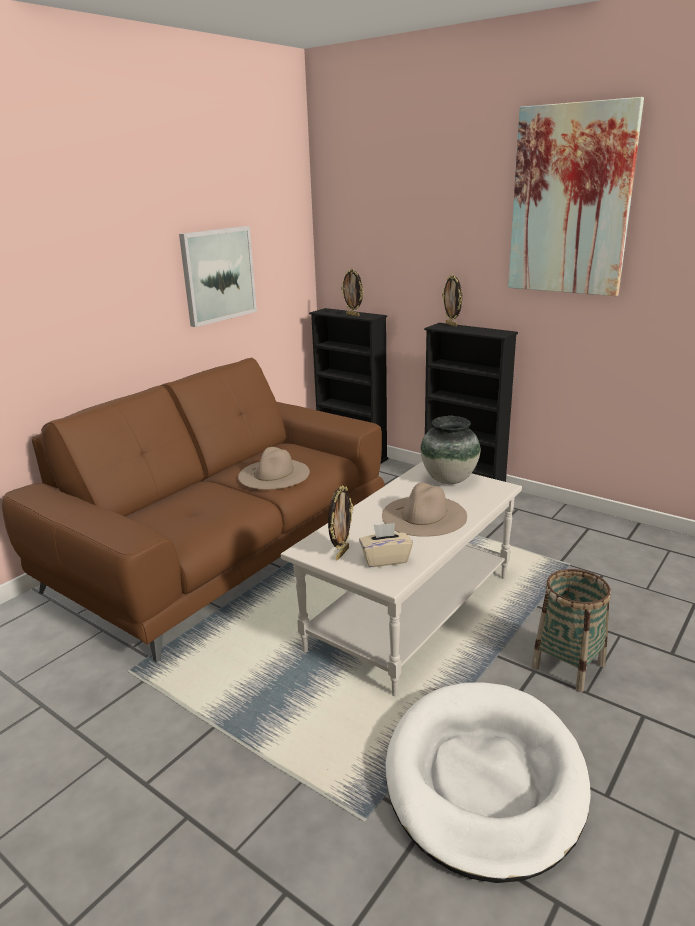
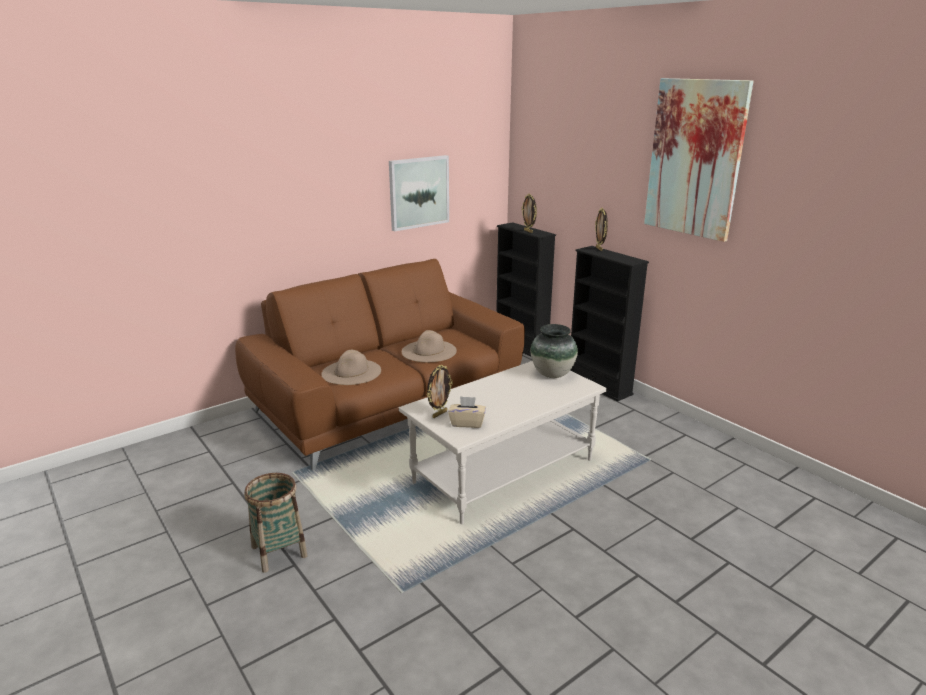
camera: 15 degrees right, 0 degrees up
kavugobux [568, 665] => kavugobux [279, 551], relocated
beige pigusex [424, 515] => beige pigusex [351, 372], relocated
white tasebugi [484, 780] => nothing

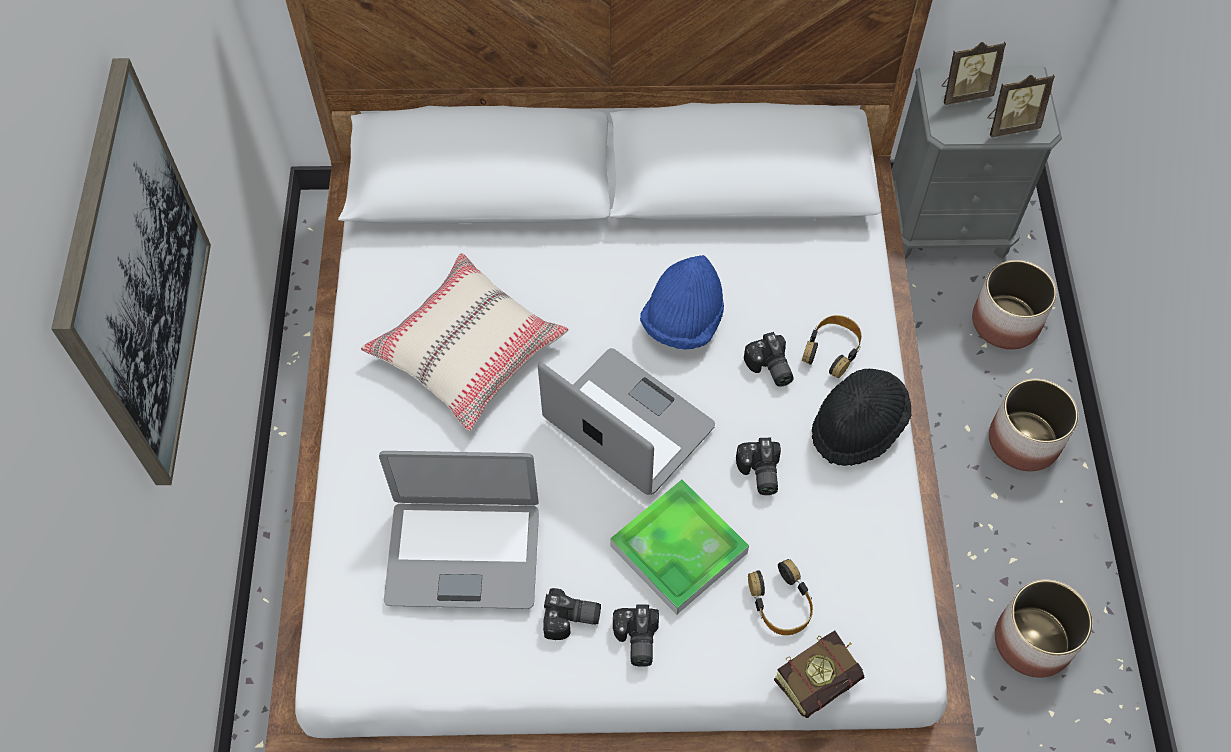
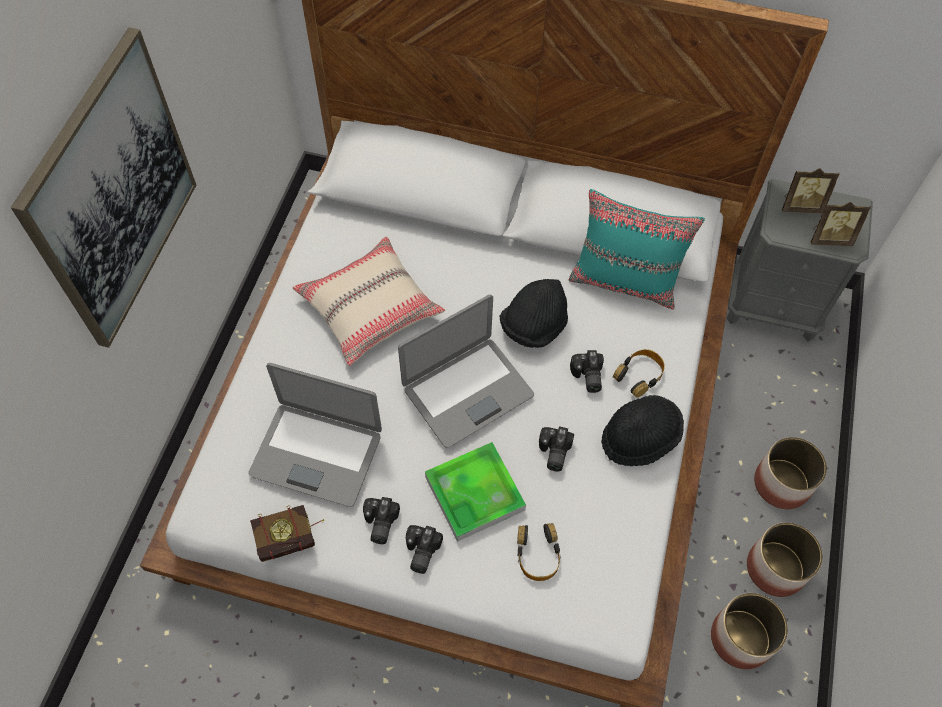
camera: 15 degrees right, 0 degrees up
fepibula [823, 677] => fepibula [292, 538], relocated
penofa [571, 620] => penofa [379, 524], 75 degrees clockwise
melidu [627, 424] => melidu [467, 391], 90 degrees clockwise
blue pigusex [683, 322] => black pigusex [533, 326]
nothing => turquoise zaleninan [625, 281]
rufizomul [1006, 322] => rufizomul [776, 568], relocated

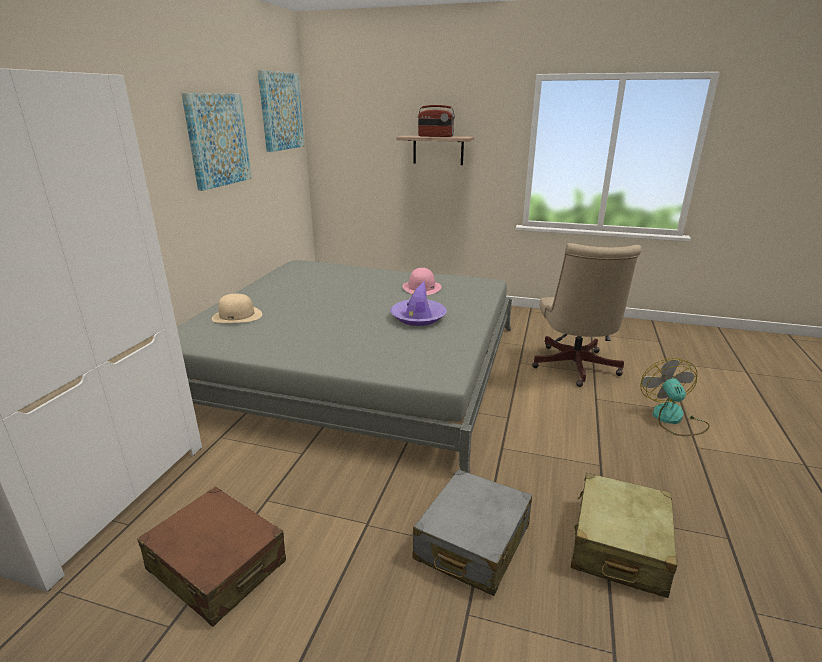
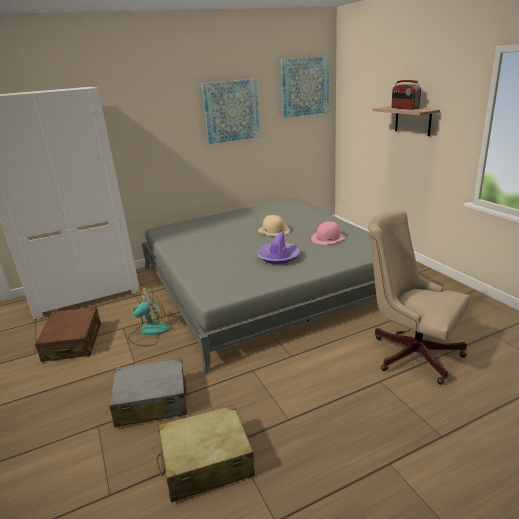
camera: 50 degrees right, 0 degrees up
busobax [672, 419] => busobax [148, 332], relocated
beige pigusex [237, 316] => beige pigusex [273, 230], relocated
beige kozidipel [574, 368] => beige kozidipel [410, 352], 75 degrees clockwise

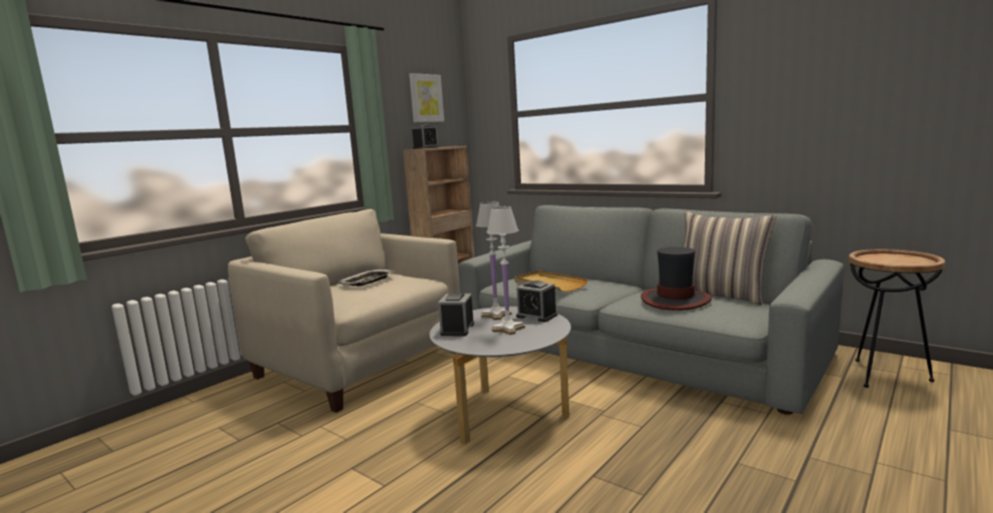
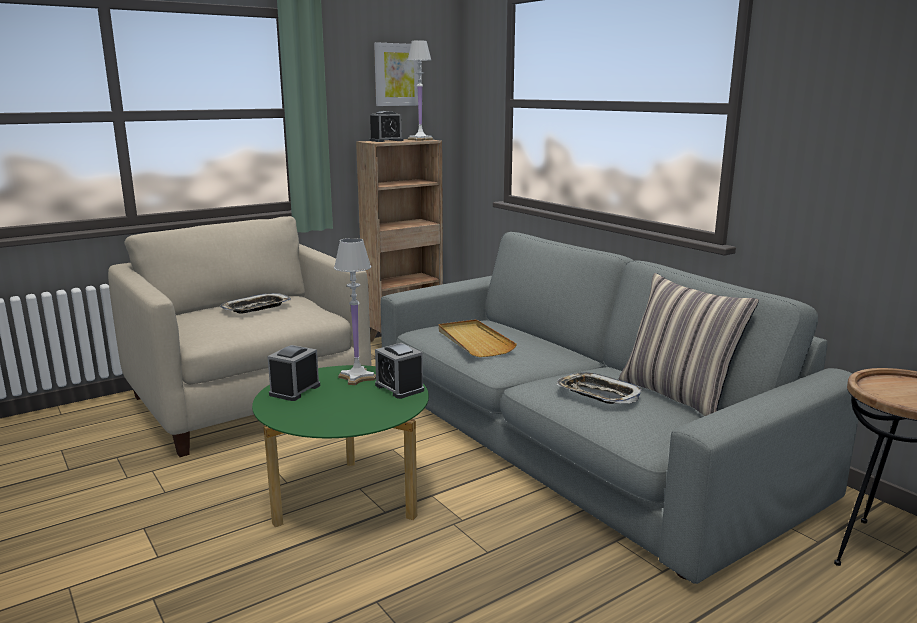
camera: 15 degrees right, 5 degrees up
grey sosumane [505, 414] => green sosumane [347, 499]
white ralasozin [507, 329] => white ralasozin [420, 139], relocated
pigusex [675, 300] => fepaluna [598, 394]

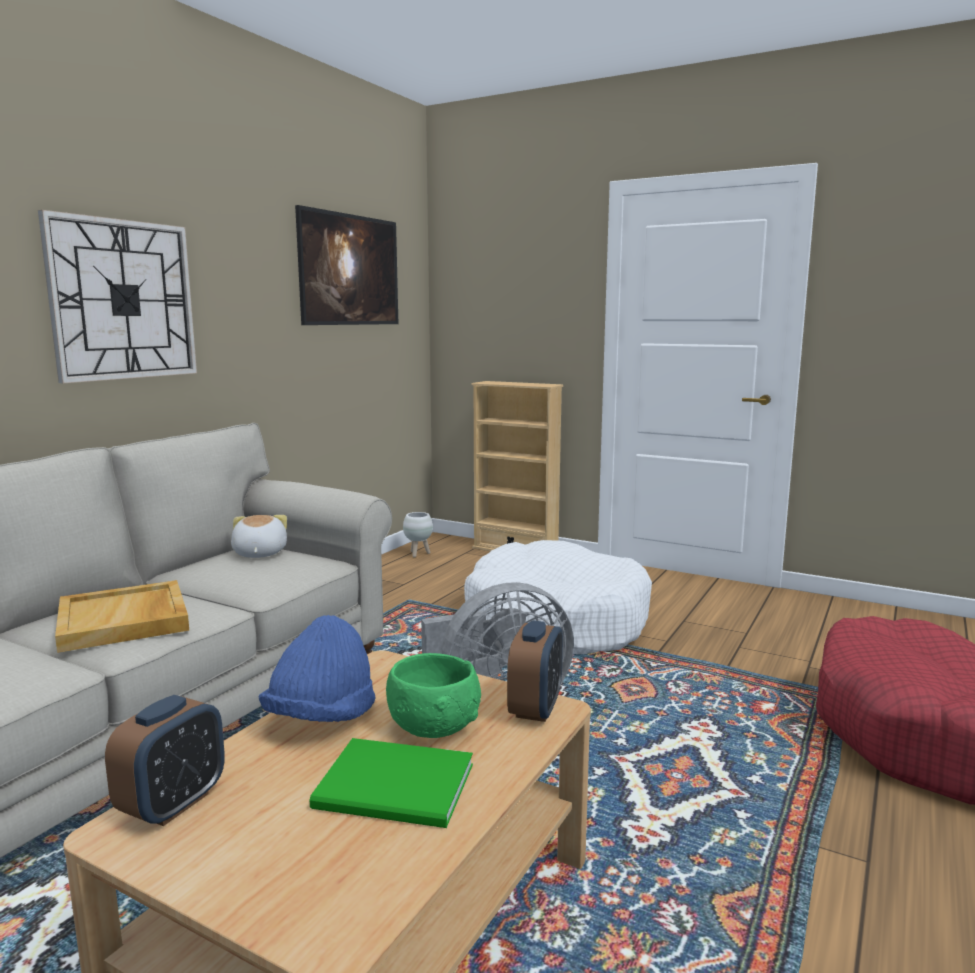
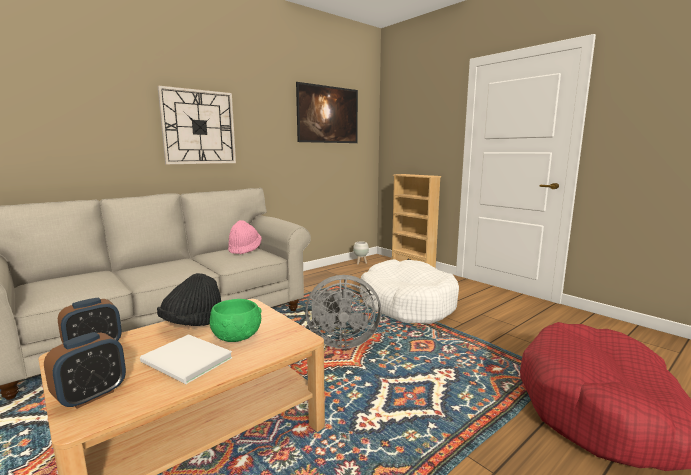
camera: 20 degrees right, 0 degrees up
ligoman [535, 708] => ligoman [91, 396], relocated
green fepibula [398, 789] => white fepibula [186, 362]
blue pigusex [321, 718] => black pigusex [193, 324]
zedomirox [258, 554] => pink pigusex [245, 249]
beige fepaluna [124, 620] => nothing

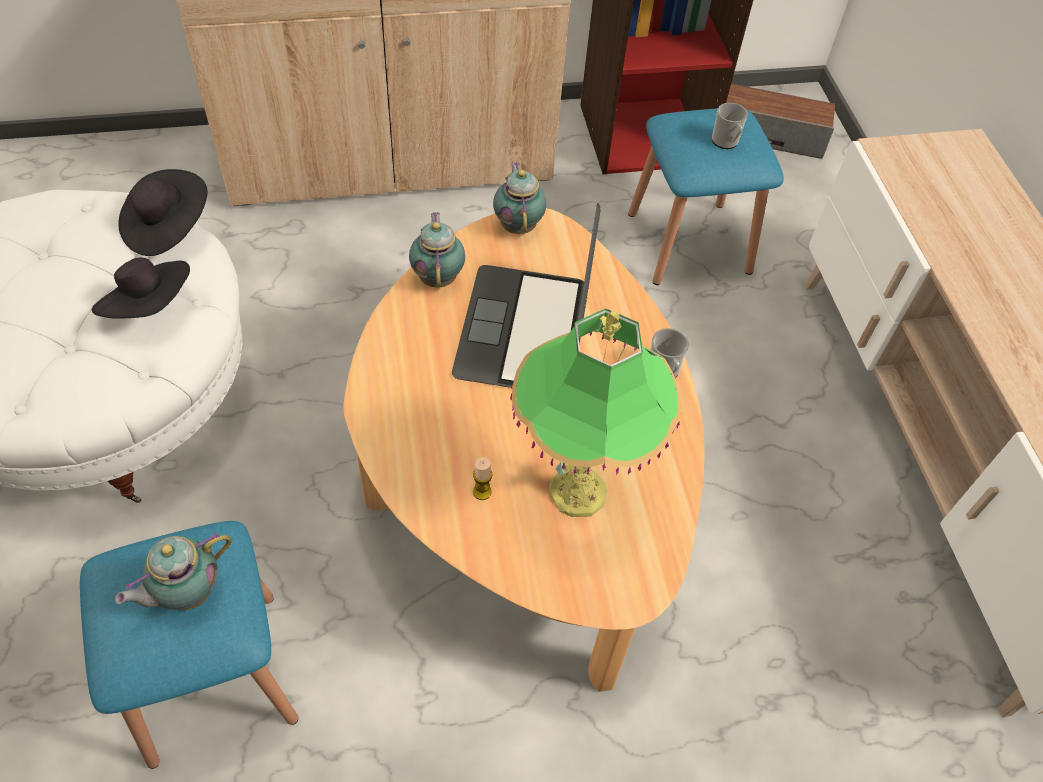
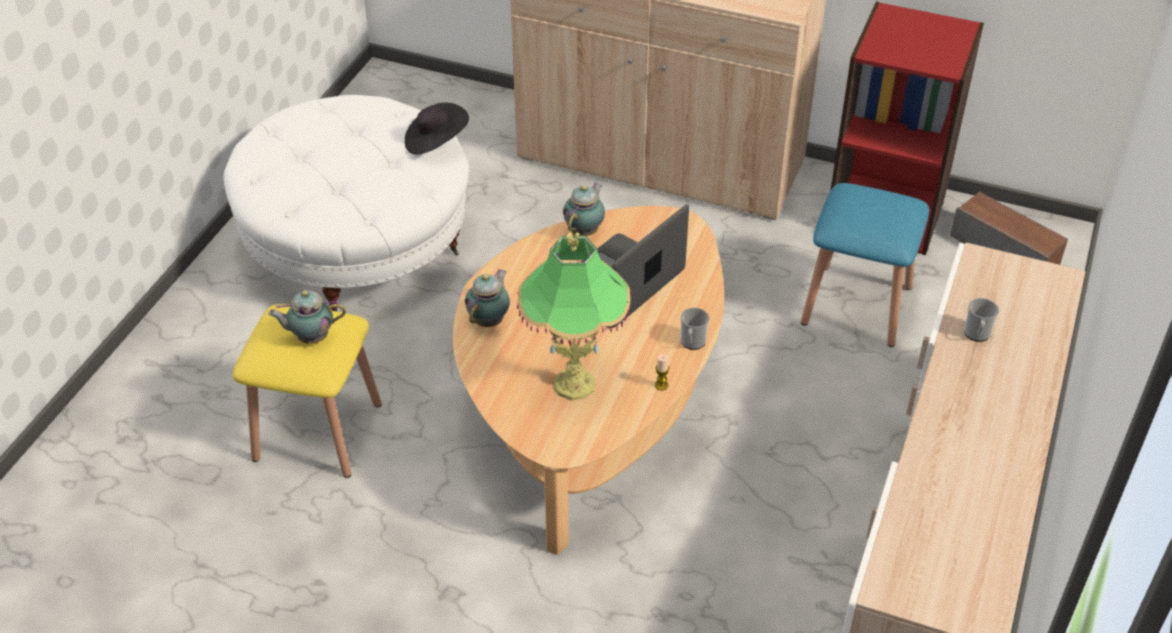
camera: 35 degrees right, 10 degrees down
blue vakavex [213, 676] => yellow vakavex [317, 431]
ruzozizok [518, 225] => ruzozizok [490, 320], relocated
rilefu [482, 492] => rilefu [661, 385], relocated
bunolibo [726, 142] => bunolibo [977, 335], relocated
black pigusex [150, 307] => nothing

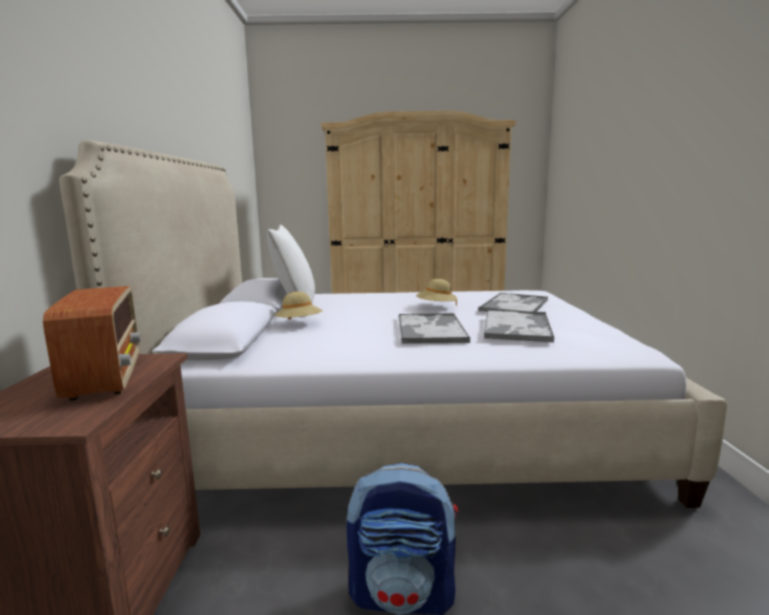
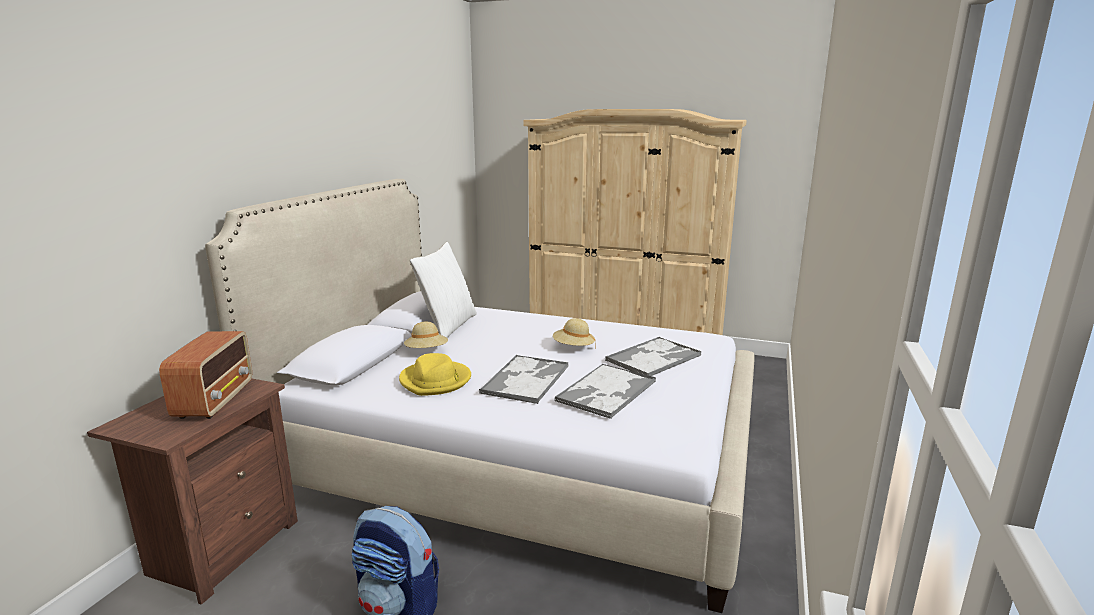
camera: 20 degrees right, 5 degrees up
nothing => yellow pigusex [436, 381]

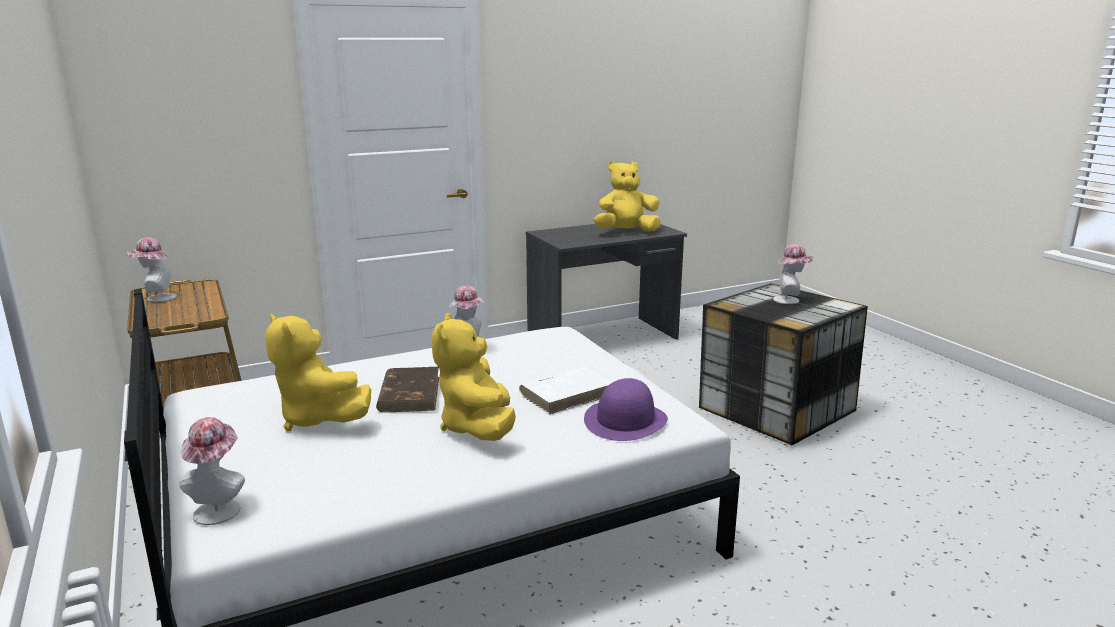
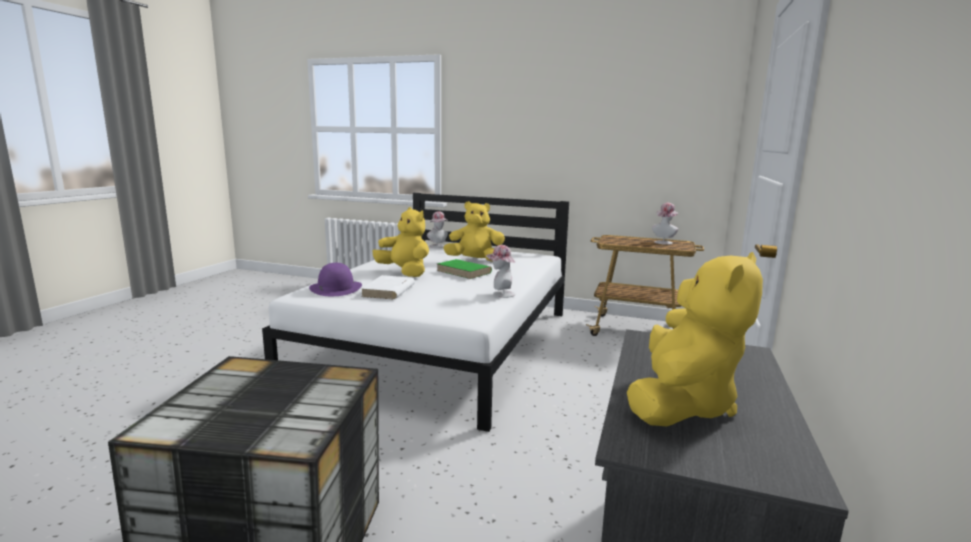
camera: 135 degrees right, 5 degrees down
brown fepibula [409, 393] => green fepibula [464, 272]
pigusex [790, 300] => nothing

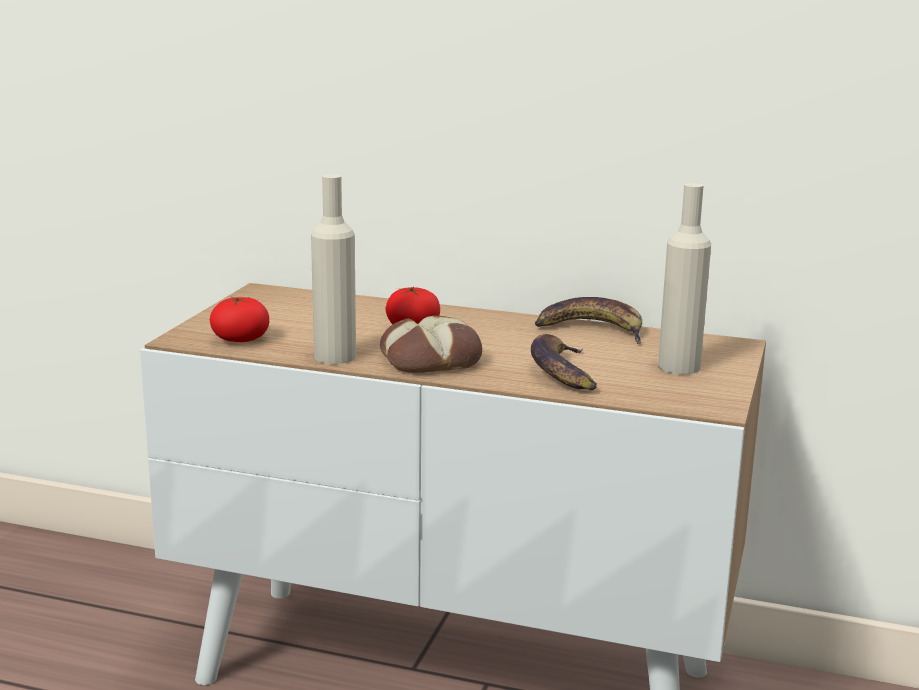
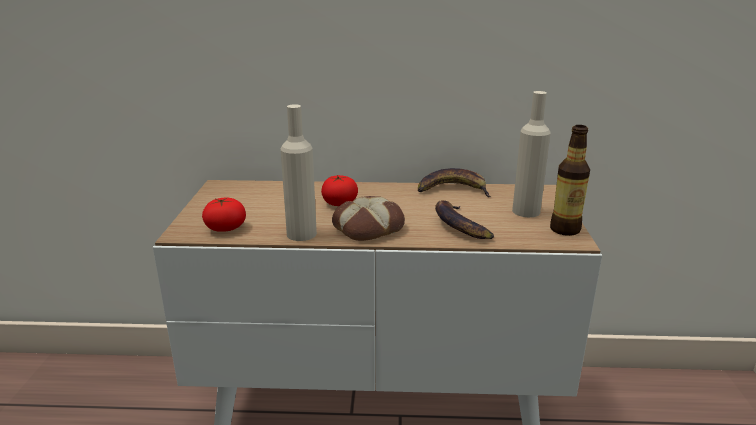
camera: 15 degrees left, 5 degrees up
nothing => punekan [565, 229]

